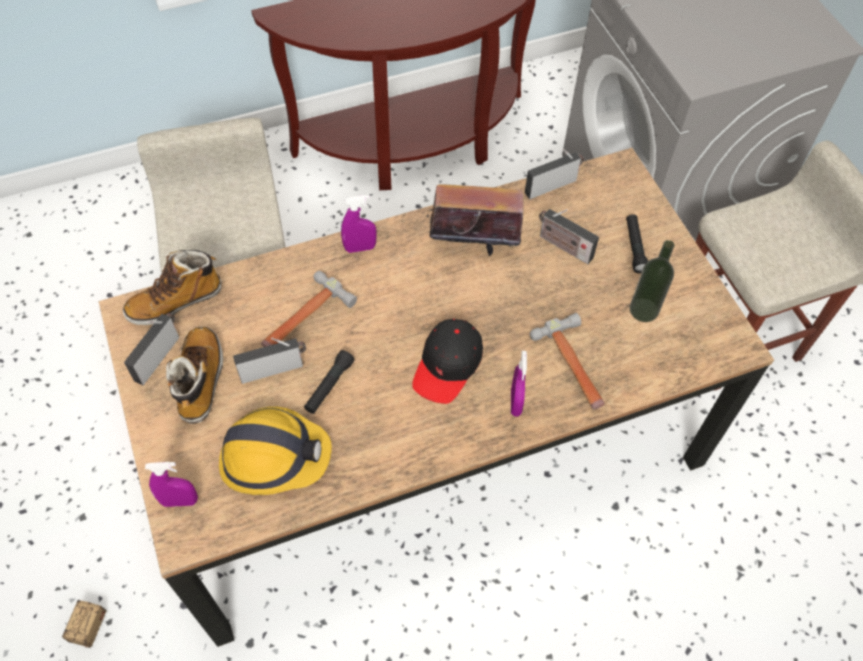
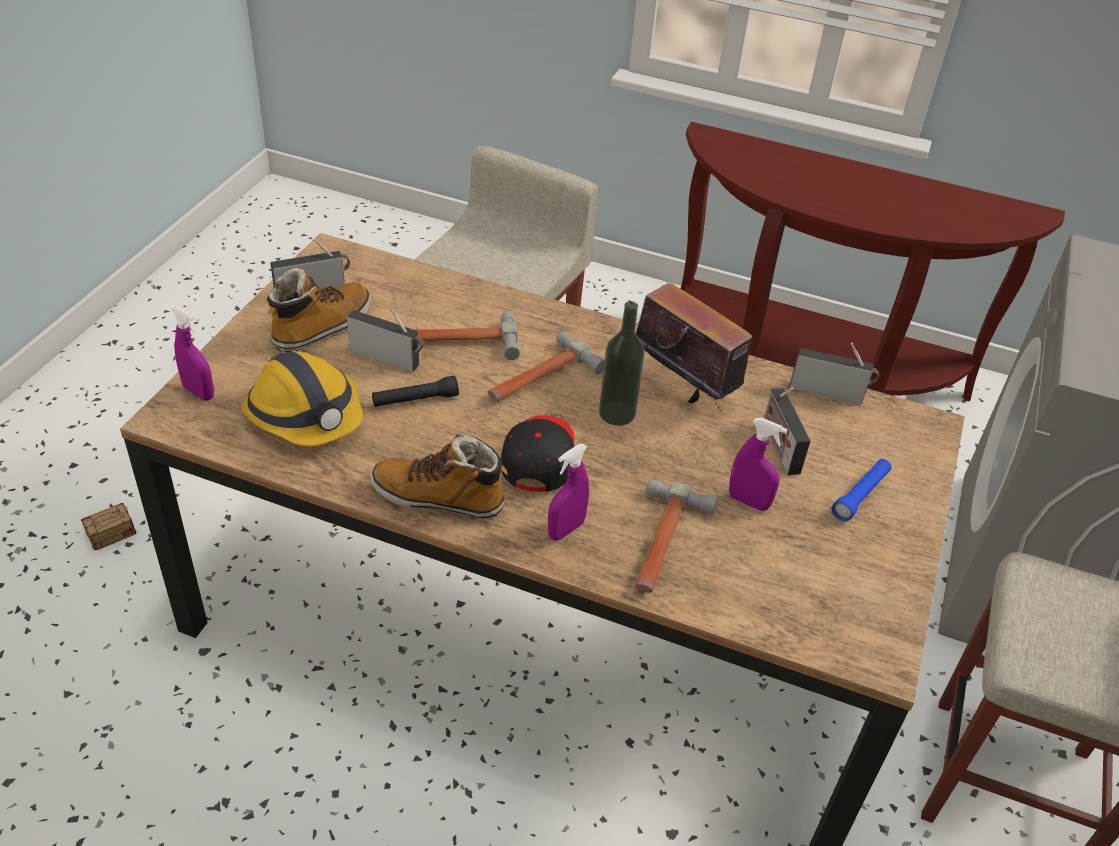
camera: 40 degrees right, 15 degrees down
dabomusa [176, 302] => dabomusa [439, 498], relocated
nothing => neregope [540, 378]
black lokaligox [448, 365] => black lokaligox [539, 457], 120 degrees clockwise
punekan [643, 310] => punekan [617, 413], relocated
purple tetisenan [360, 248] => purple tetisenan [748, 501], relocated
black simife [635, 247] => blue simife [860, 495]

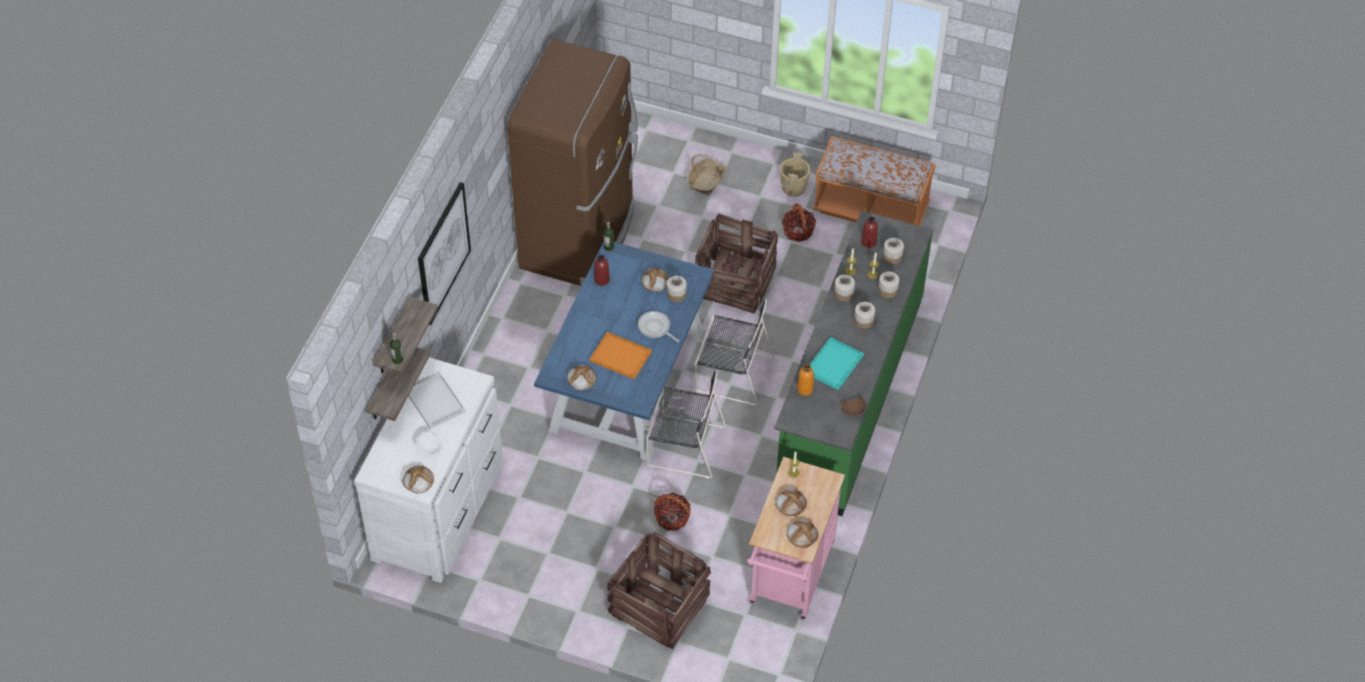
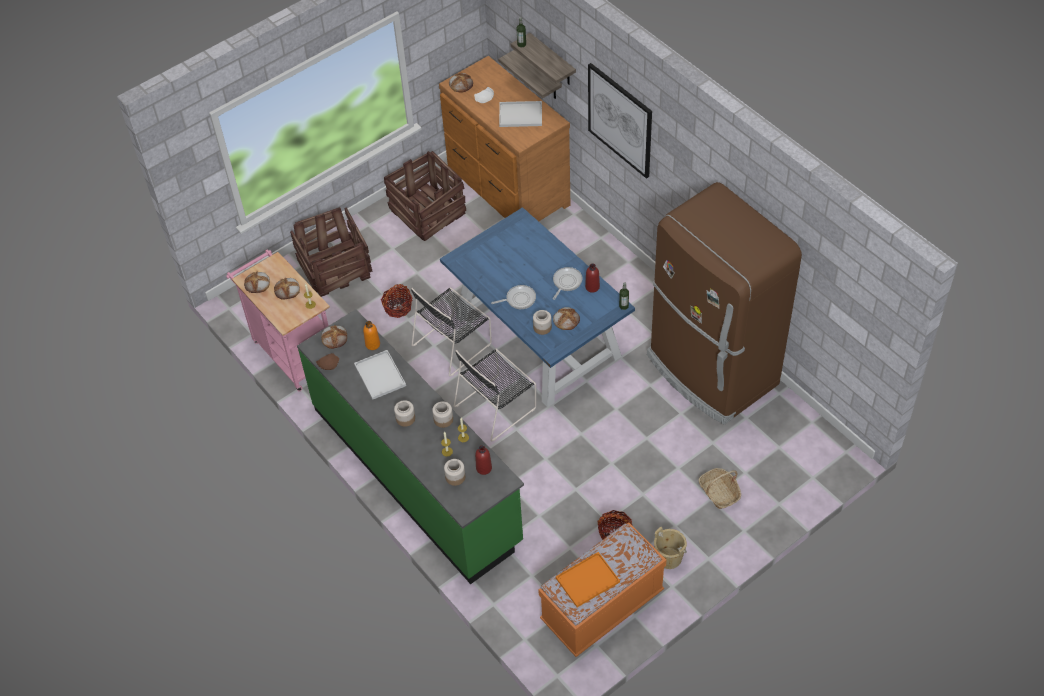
camera: 125 degrees right, 0 degrees up
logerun [581, 378] => logerun [334, 338], relocated
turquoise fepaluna [834, 363] => white fepaluna [381, 376]
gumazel [735, 282] => gumazel [427, 212], relocated
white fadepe [440, 509] => brown fadepe [507, 187]
nothing => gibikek [566, 282]
orange fepaluna [619, 356] => orange fepaluna [588, 579], relocated
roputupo [887, 290] => nothing

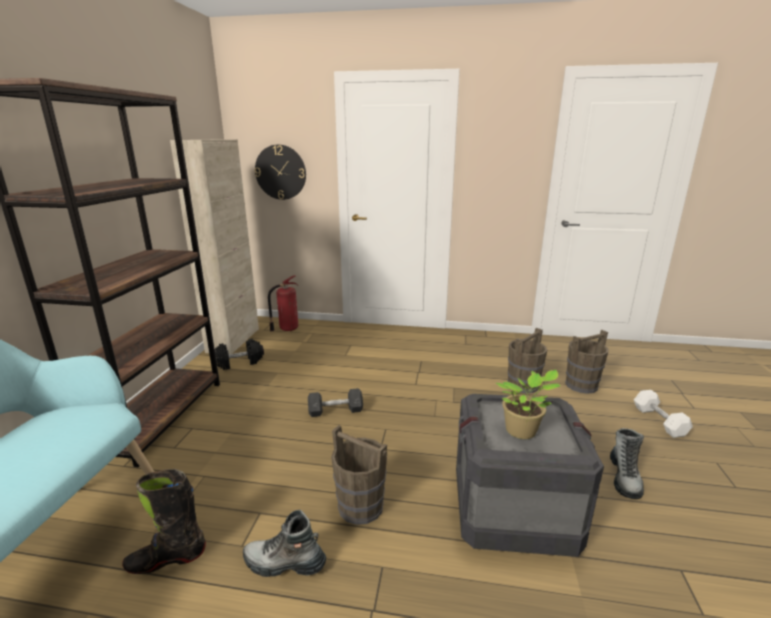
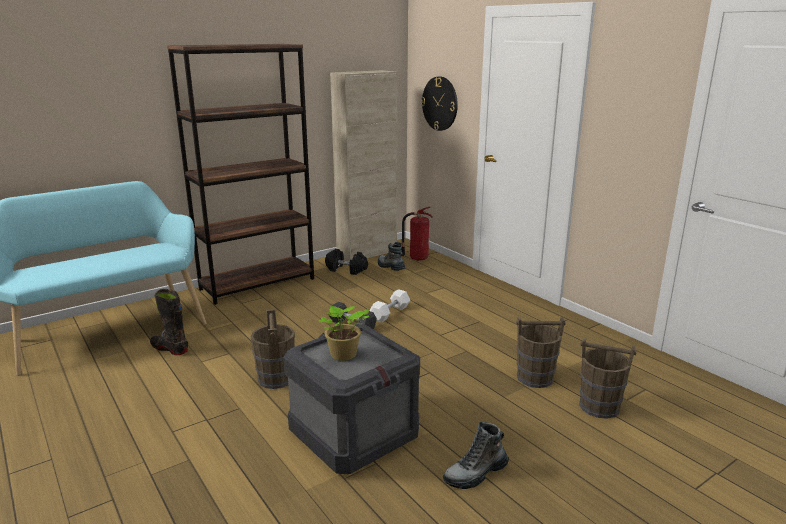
camera: 45 degrees right, 0 degrees up
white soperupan [659, 421] => white soperupan [390, 313], relocated
dabomusa [284, 563] => dabomusa [390, 267], relocated

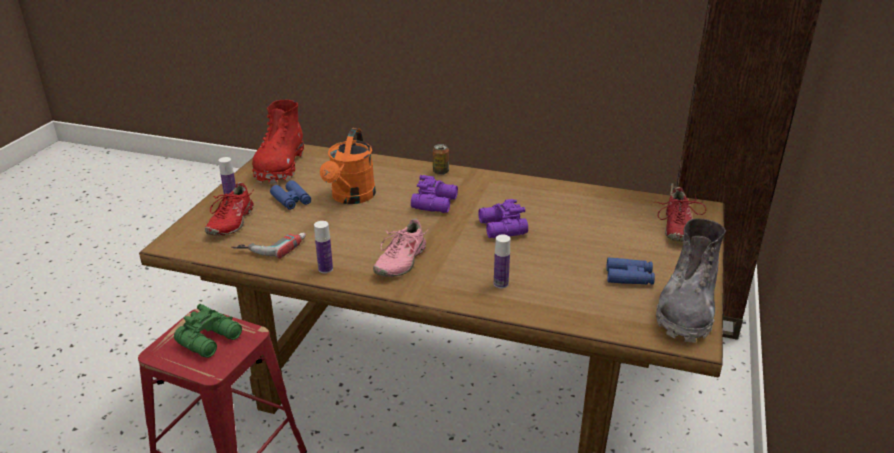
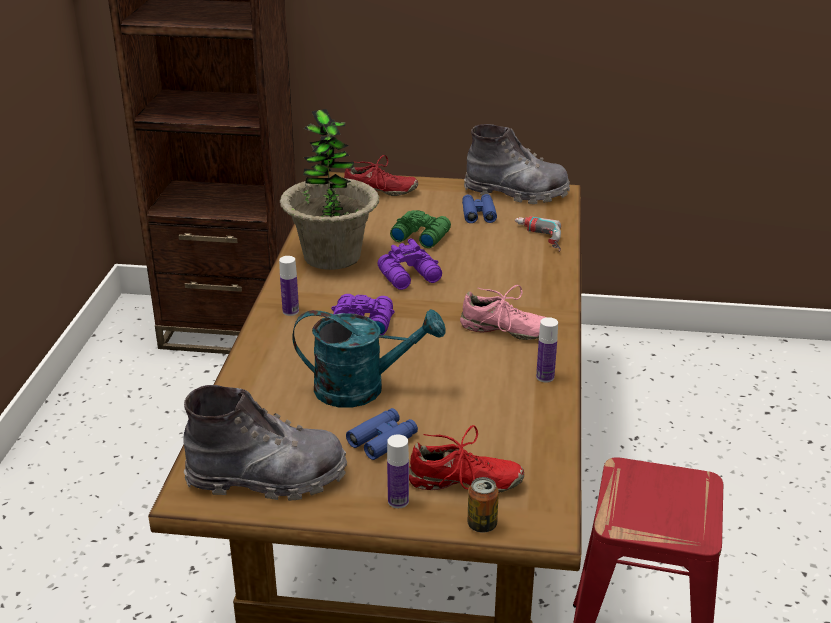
camera: 100 degrees left, 0 degrees up
red dabomusa [280, 166] => grey dabomusa [267, 478]
punekan [501, 284] => punekan [290, 311], relocated
nothing => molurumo [332, 256]
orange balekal [351, 197] => turquoise balekal [362, 388]
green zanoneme [211, 340] => green zanoneme [420, 236], relocated
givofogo [440, 172] => givofogo [482, 525], relocated
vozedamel [271, 245] => vozedamel [537, 239], relocated

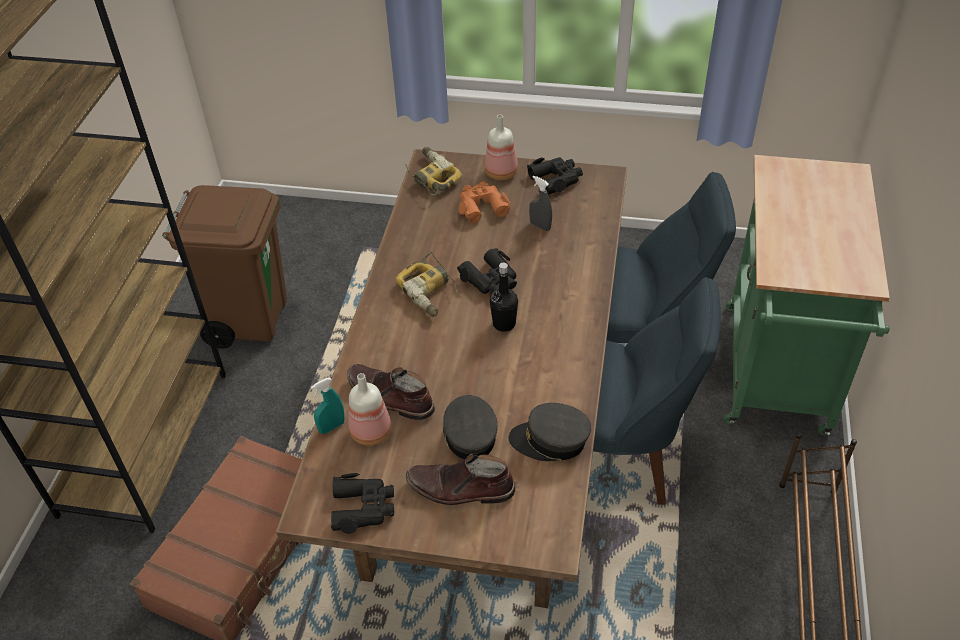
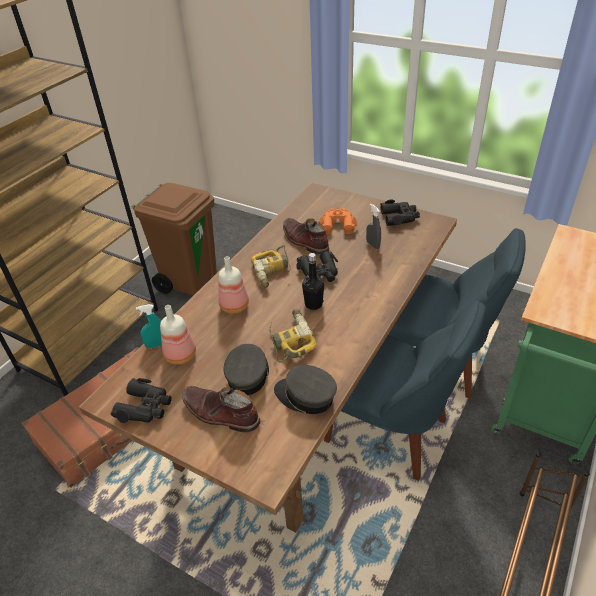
camera: 20 degrees right, 5 degrees down
punekan [502, 173] => punekan [235, 306], relocated
vozedamel [430, 177] => vozedamel [290, 339], relocated
brown dabomusa [389, 397] => brown dabomusa [304, 241], relocated

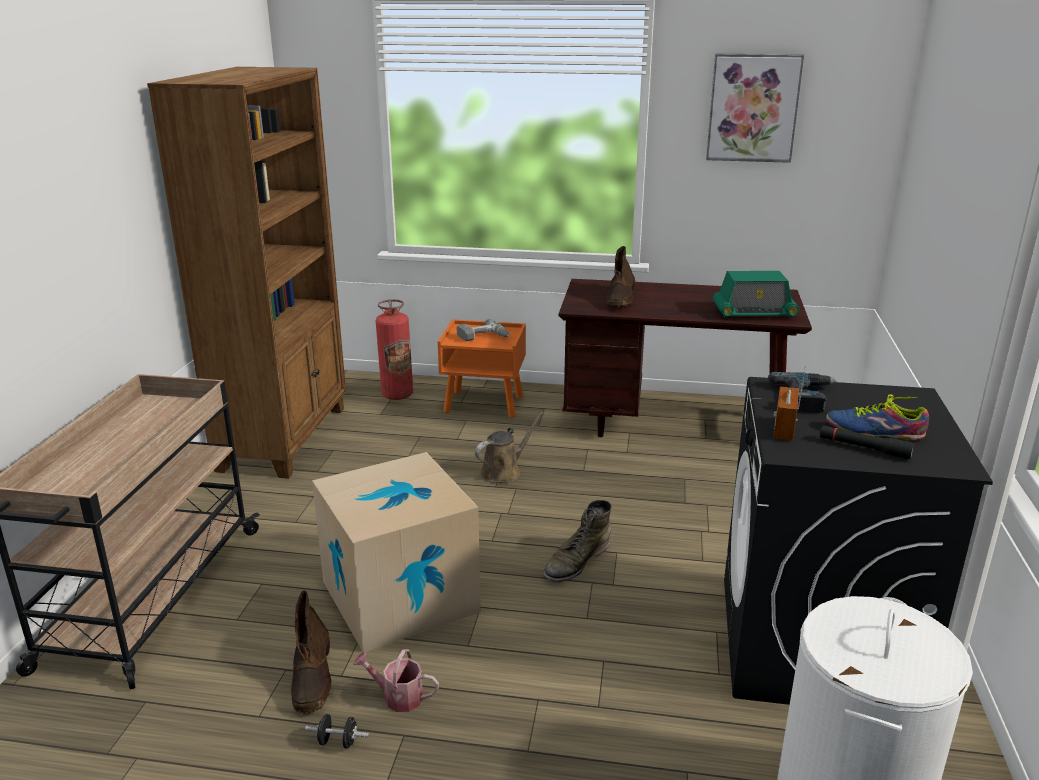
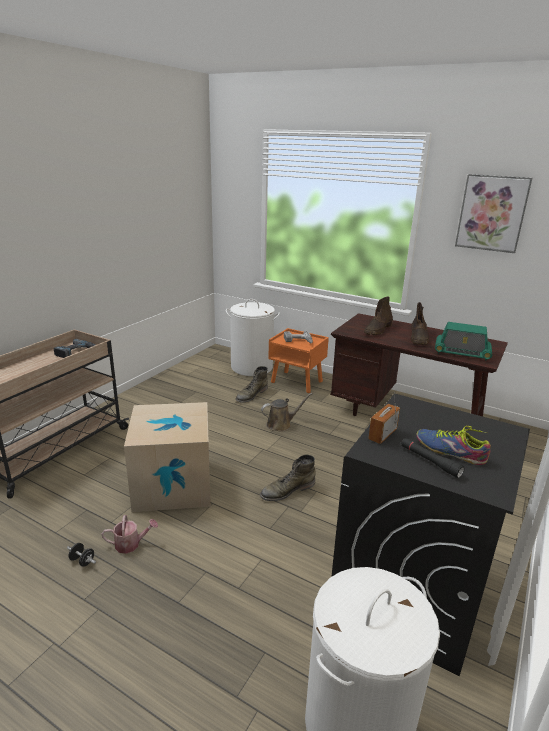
camera: 20 degrees right, 0 degrees up
vozedamel [805, 398] => vozedamel [76, 352], relocated
balekal [398, 696] => balekal [131, 544], 135 degrees clockwise
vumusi [397, 395] => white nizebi [252, 367]
nothing => green dabomusa [251, 395]
brown dabomusa [312, 677] => brown dabomusa [419, 338], relocated
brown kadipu [285, 438] => nothing

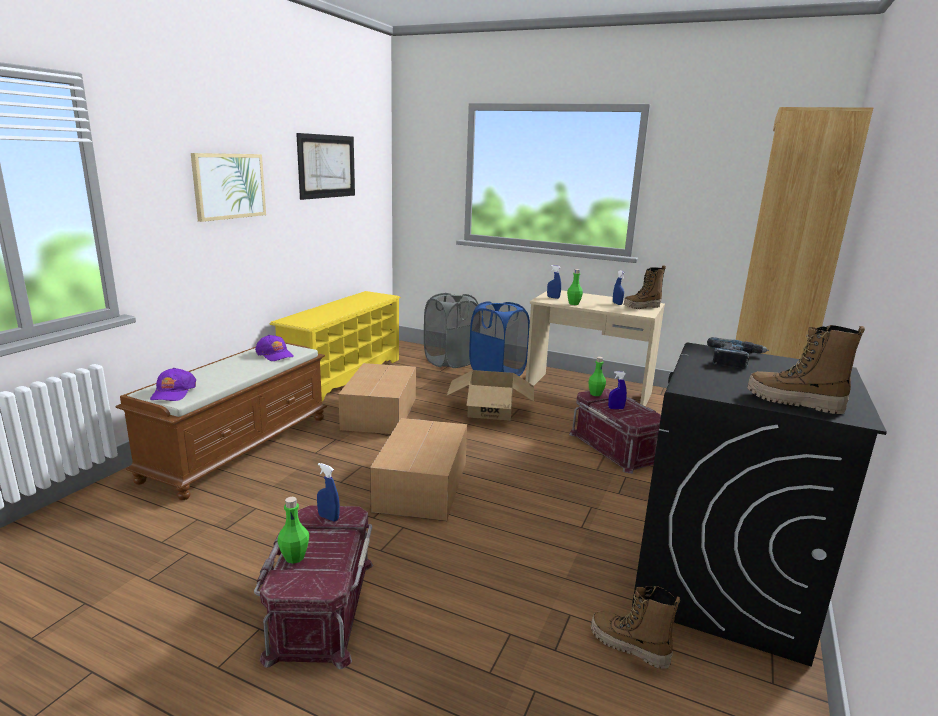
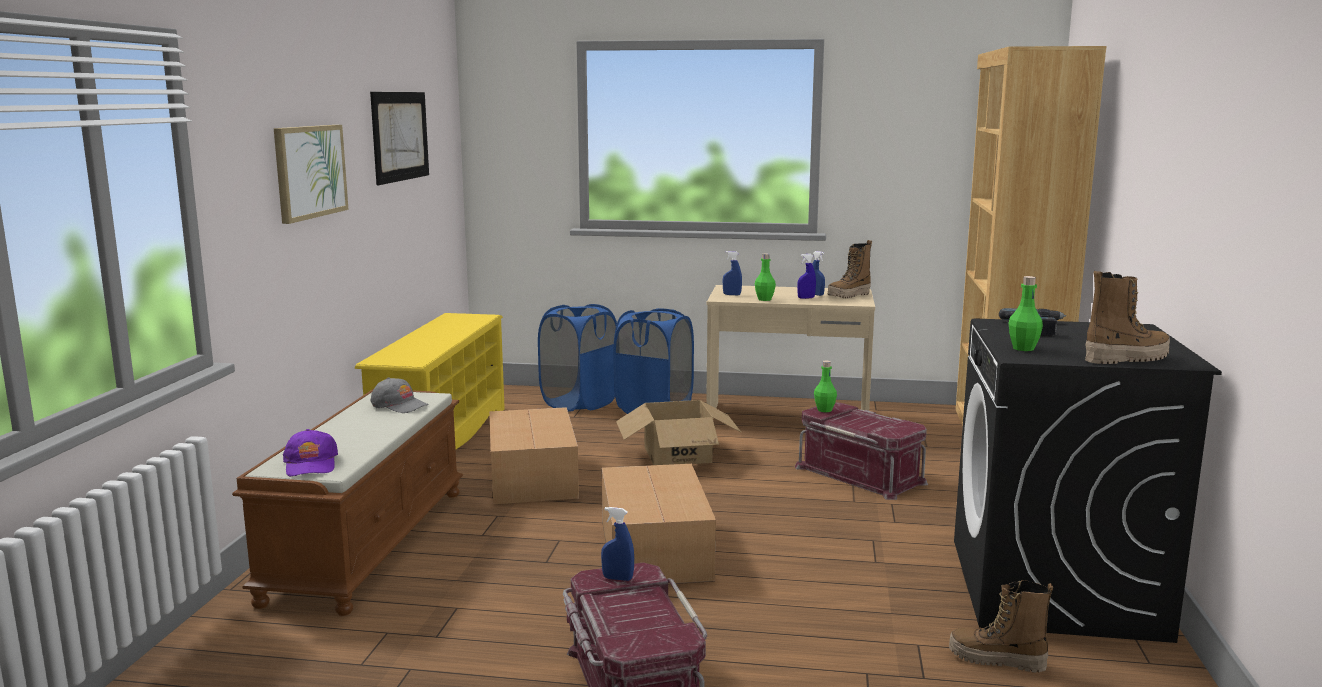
camera: 15 degrees left, 5 degrees down
purple lokaligox [275, 354] => grey lokaligox [399, 405]
grey nizebi [450, 361] => blue nizebi [580, 402]
blue tetisenan [616, 408] => blue tetisenan [806, 298], relocated
green punekan [294, 557] => green punekan [1023, 348], relocated
dabomusa [793, 402] => dabomusa [1125, 358], 150 degrees clockwise

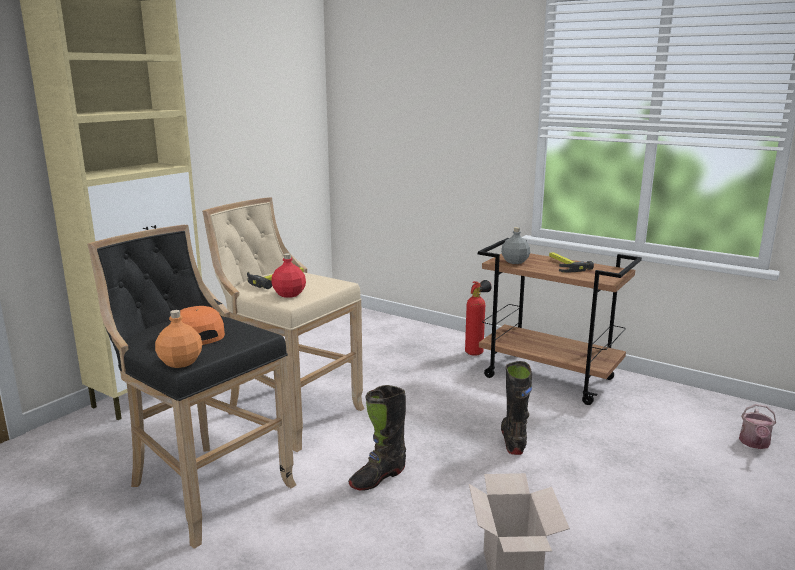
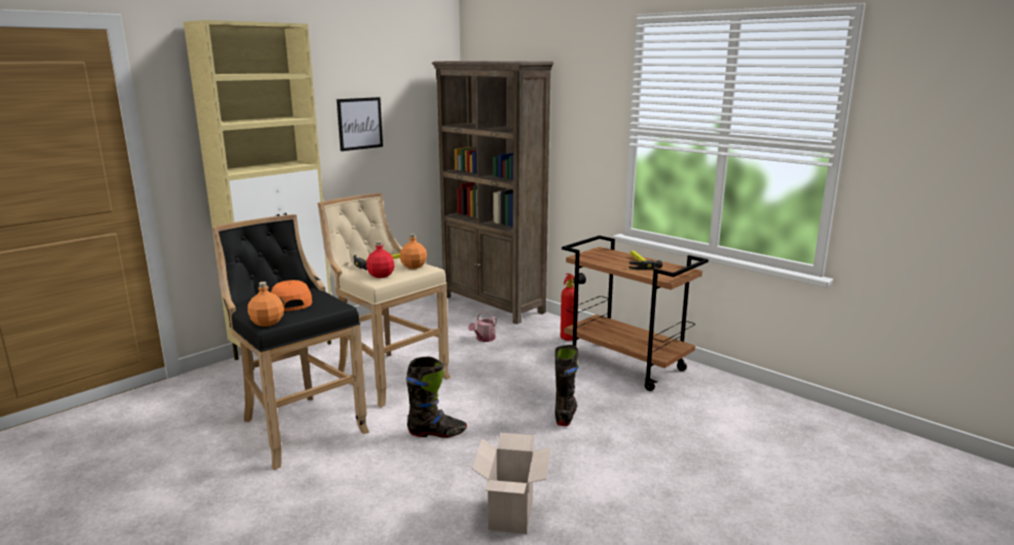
camera: 10 degrees right, 0 degrees up
nothing => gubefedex [360, 123]
nothing => orange punekan [413, 266]
black dabomusa [378, 477] => black dabomusa [437, 433], 150 degrees counterclockwise
nothing => brown kadipu [493, 304]
balekal [754, 444] => balekal [484, 339], relocated
grey punekan [515, 262] => nothing

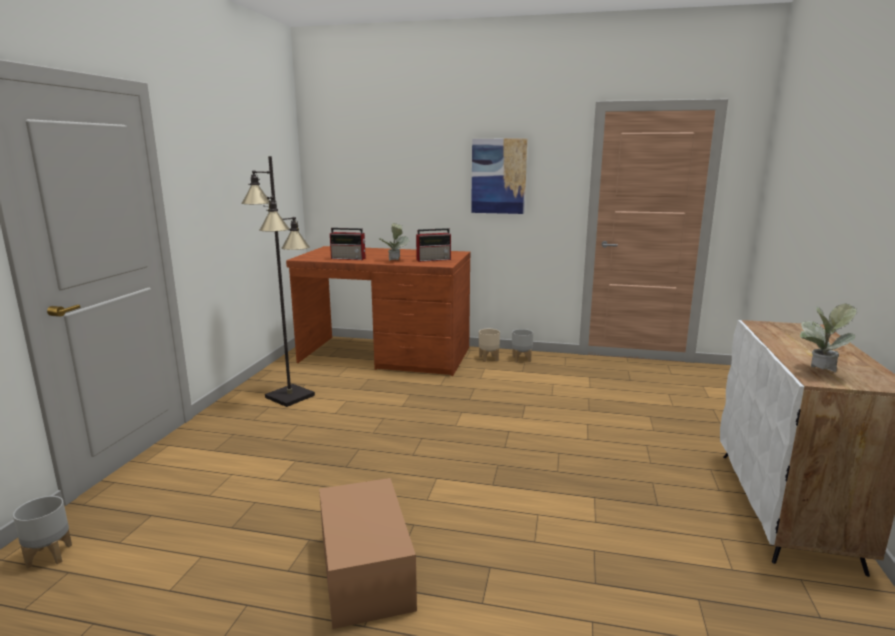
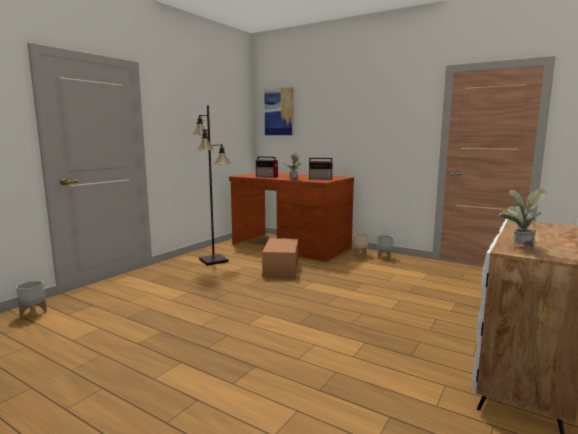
camera: 20 degrees right, 5 degrees down
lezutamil [365, 571] => lezutamil [281, 269], relocated
gubefedex [498, 176] => gubefedex [279, 112], relocated

